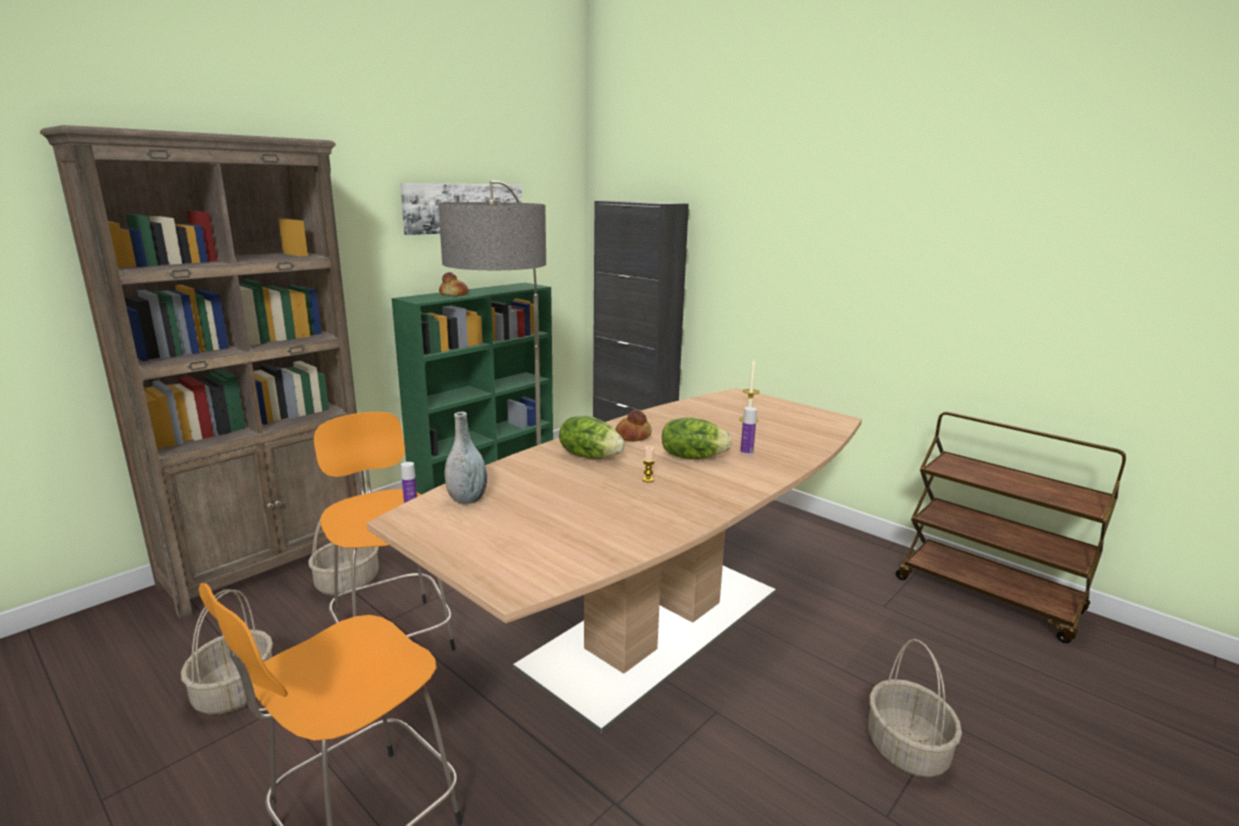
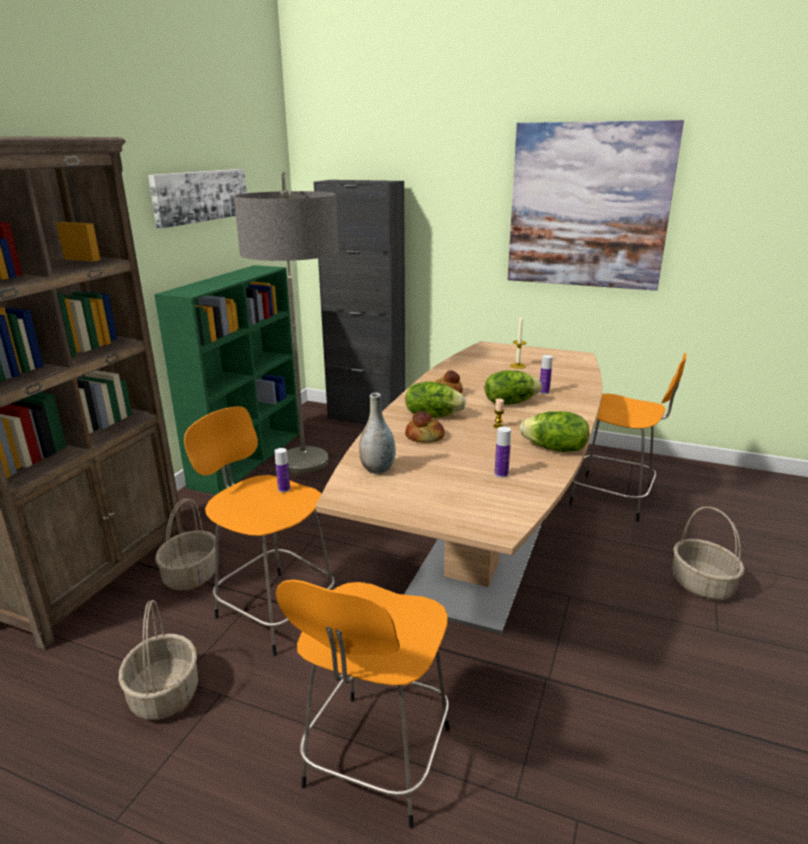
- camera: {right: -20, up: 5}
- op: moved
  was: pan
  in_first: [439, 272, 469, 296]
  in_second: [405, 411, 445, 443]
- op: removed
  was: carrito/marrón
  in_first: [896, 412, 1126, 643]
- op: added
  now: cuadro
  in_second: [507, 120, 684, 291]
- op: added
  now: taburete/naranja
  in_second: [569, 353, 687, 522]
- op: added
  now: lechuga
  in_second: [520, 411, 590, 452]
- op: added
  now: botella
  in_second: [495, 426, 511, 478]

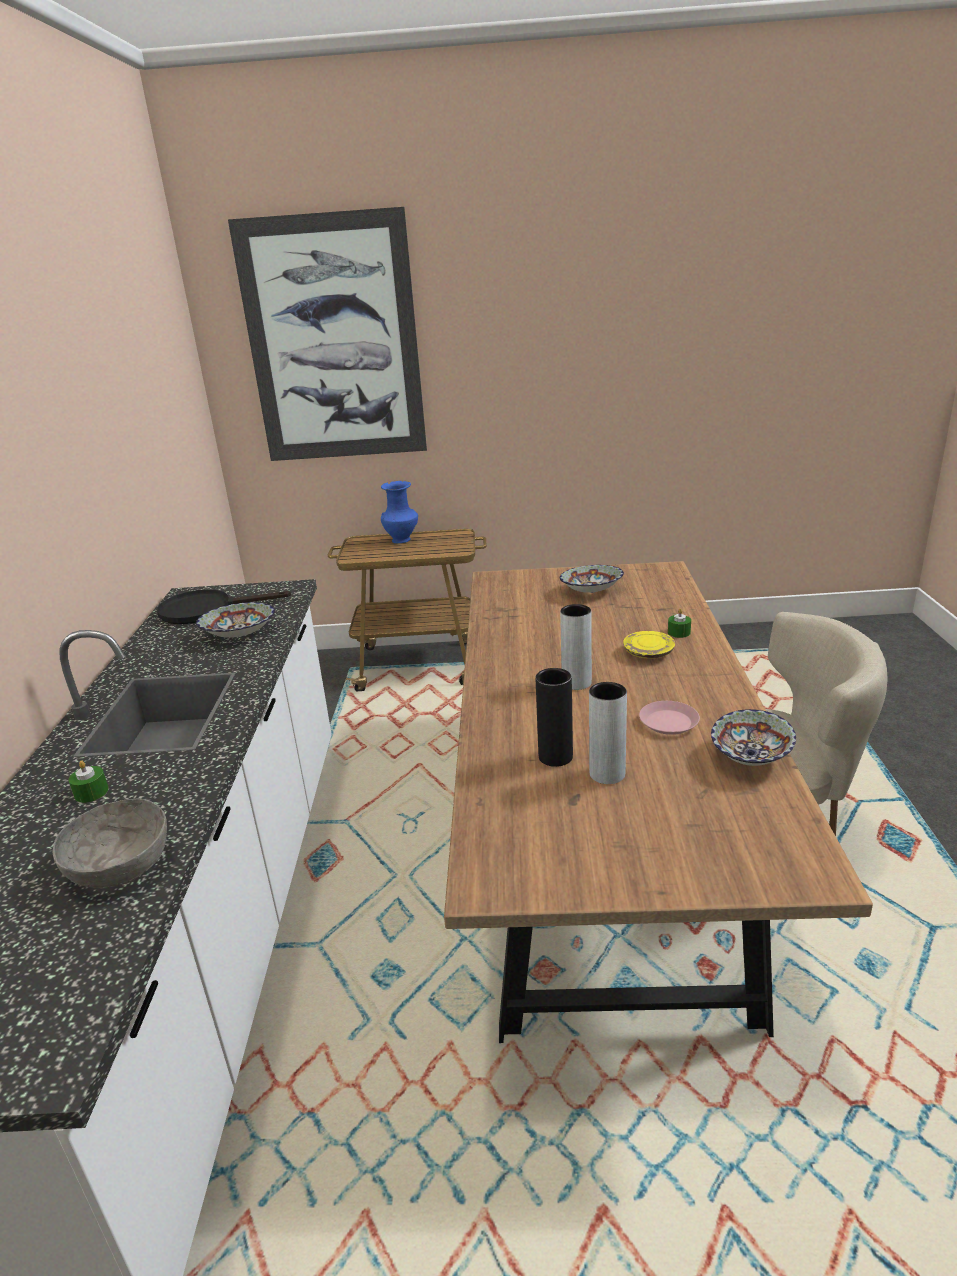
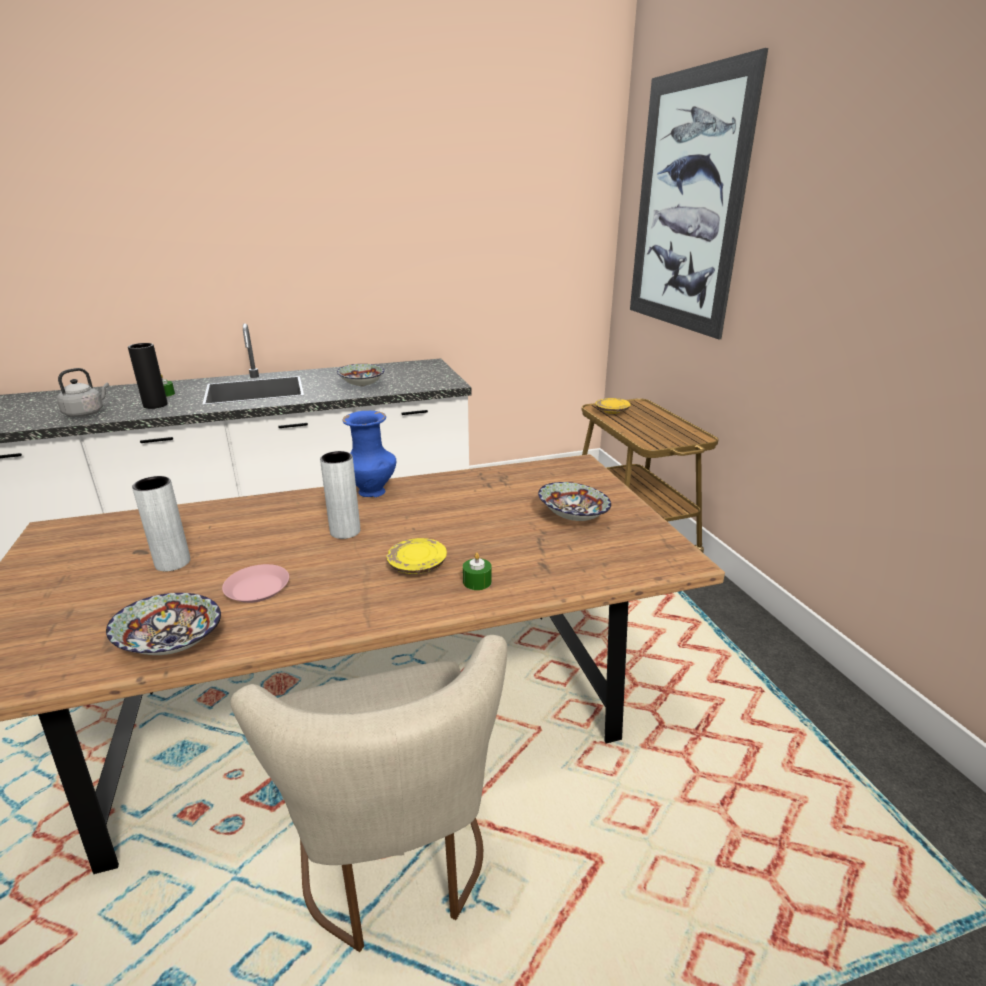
- camera: {right: 70, up: 0}
- op: moved
  was: florero/azul
  in_first: [381, 480, 418, 543]
  in_second: [342, 411, 396, 497]
- op: removed
  was: sartén/negro
  in_first: [157, 589, 291, 624]
- op: moved
  was: florero/negro
  in_first: [536, 668, 573, 767]
  in_second: [128, 343, 168, 409]
- op: replaced
  was: cuenco/gris
  now: hervidor/gris
  in_first: [52, 799, 167, 888]
  in_second: [57, 368, 109, 417]
- op: added
  now: plato/amarillo
  in_second: [595, 398, 631, 414]

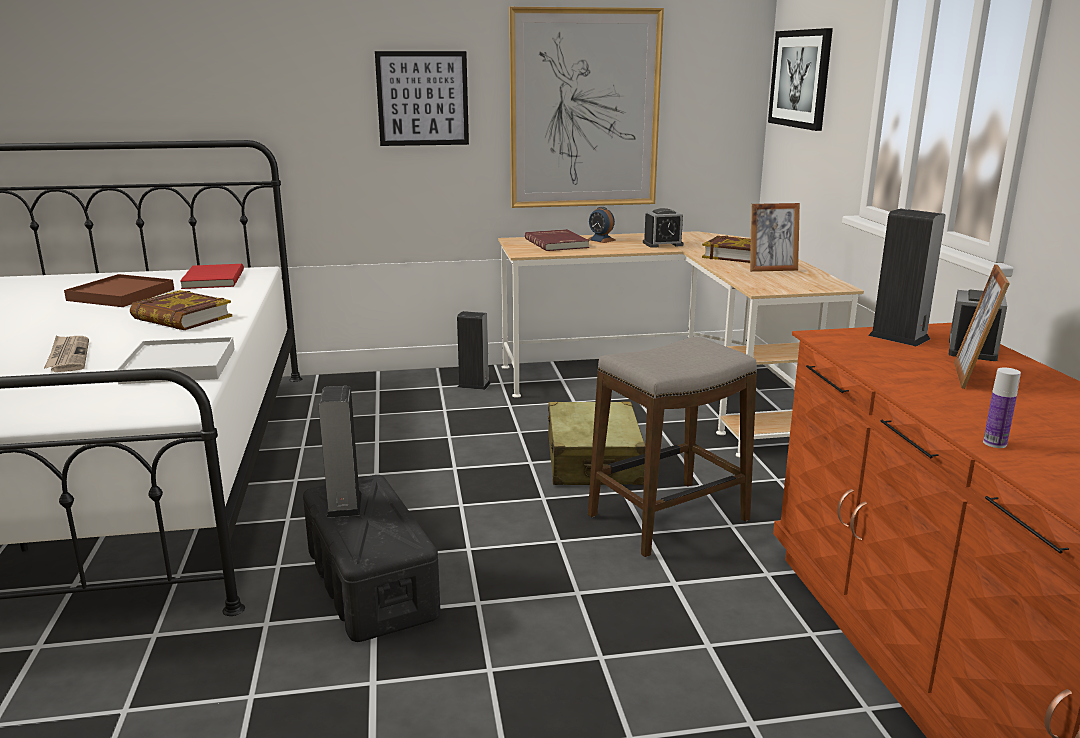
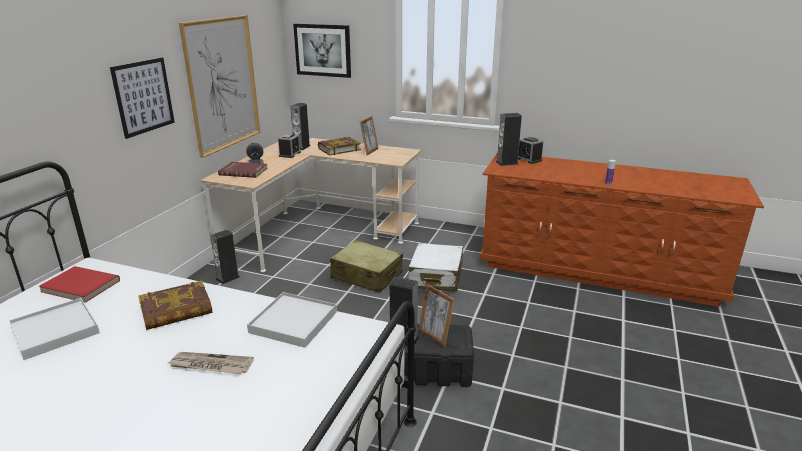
- camera: {right: -60, up: 5}
- op: moved
  was: portarretratos
  in_first: [954, 264, 1010, 389]
  in_second: [419, 284, 455, 347]
- op: recoloured
  was: bandeja/marrón
  now: bandeja/blanco
  in_first: [64, 274, 174, 307]
  in_second: [9, 298, 100, 360]
- op: replaced
  was: taburete
  now: maleta/blanco
  in_first: [588, 336, 757, 557]
  in_second: [408, 243, 463, 292]
- op: added
  now: altavoz
  in_second: [290, 103, 311, 150]

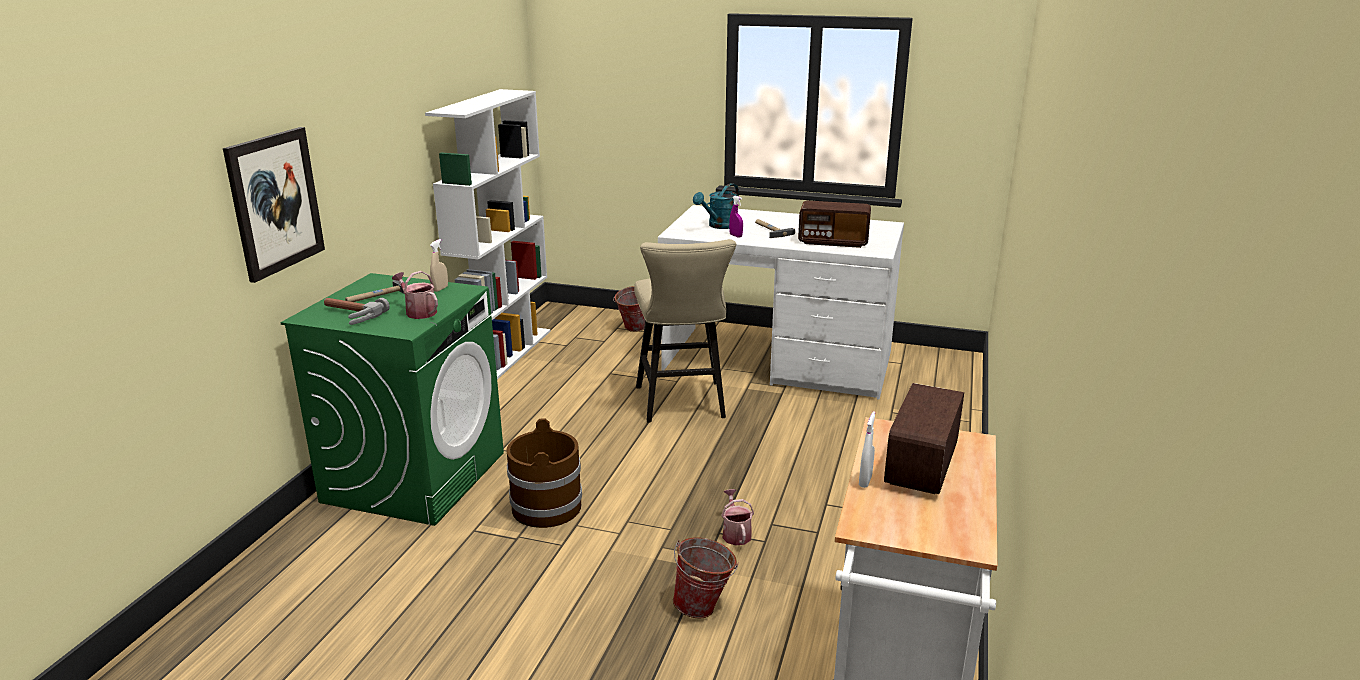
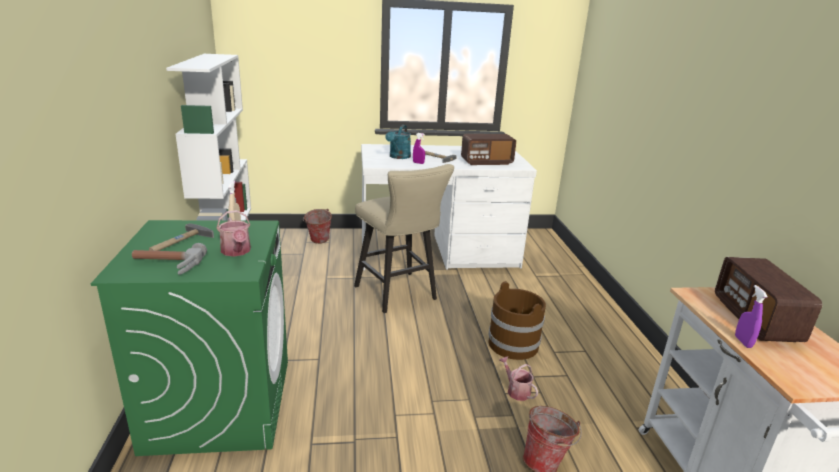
- camera: {right: -25, up: 0}
- op: removed
  was: cuadro
  in_first: [223, 127, 325, 283]
- op: turned
  was: regadera
  in_first: [392, 271, 438, 319]
  in_second: [216, 210, 251, 257]
  clockwise: -135
- op: recoloured
  was: pulverizador/blanco
  now: pulverizador/morado
  in_first: [859, 411, 875, 488]
  in_second: [735, 285, 767, 348]
- op: moved
  was: cubo/marrón
  in_first: [507, 418, 582, 528]
  in_second: [489, 281, 546, 360]

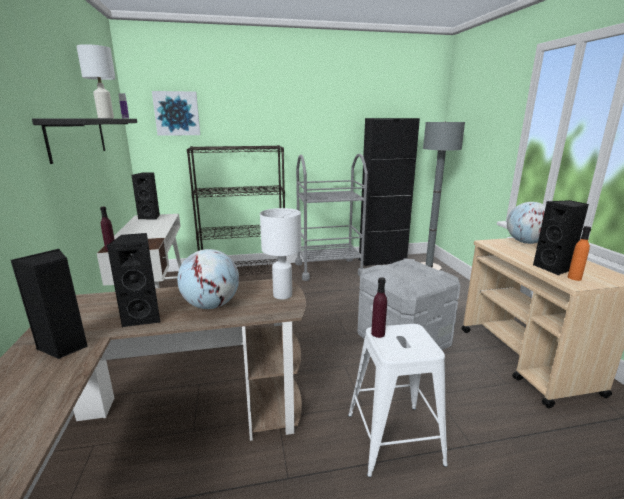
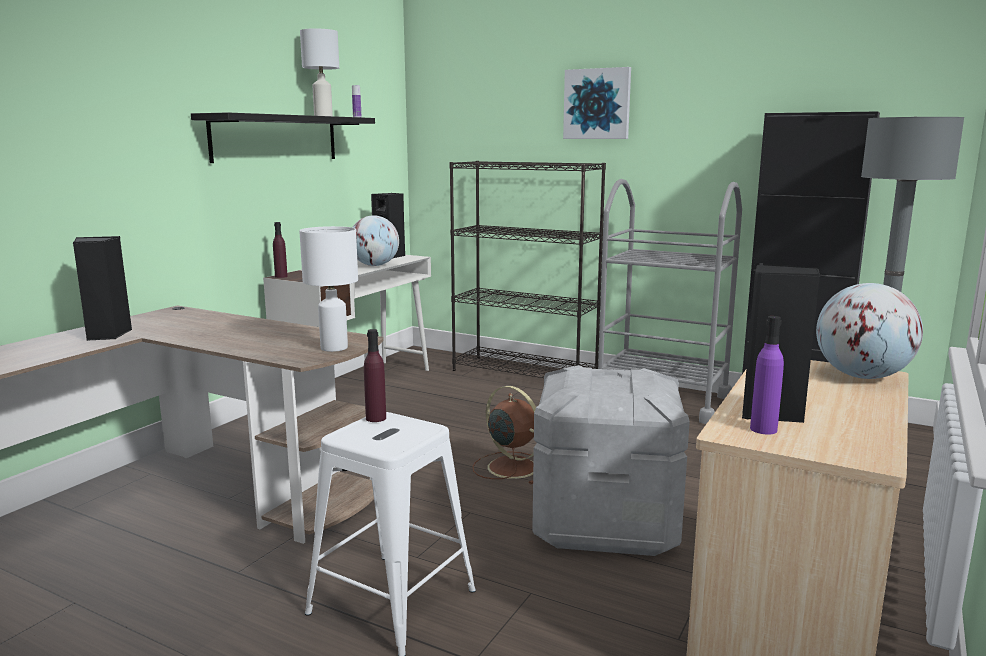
- camera: {right: 40, up: -5}
- op: moved
  was: cuadro
  in_first: [152, 91, 200, 136]
  in_second: [563, 67, 631, 139]
- op: recoloured
  was: botella/naranja
  now: botella/morado
  in_first: [568, 226, 591, 281]
  in_second: [750, 316, 784, 435]
- op: removed
  was: altavoz/negro
  in_first: [106, 233, 160, 327]
- op: moved
  was: globo terráqueo
  in_first: [177, 249, 239, 309]
  in_second: [352, 215, 399, 266]
- op: added
  now: ventilador/marrón
  in_second: [473, 386, 536, 484]

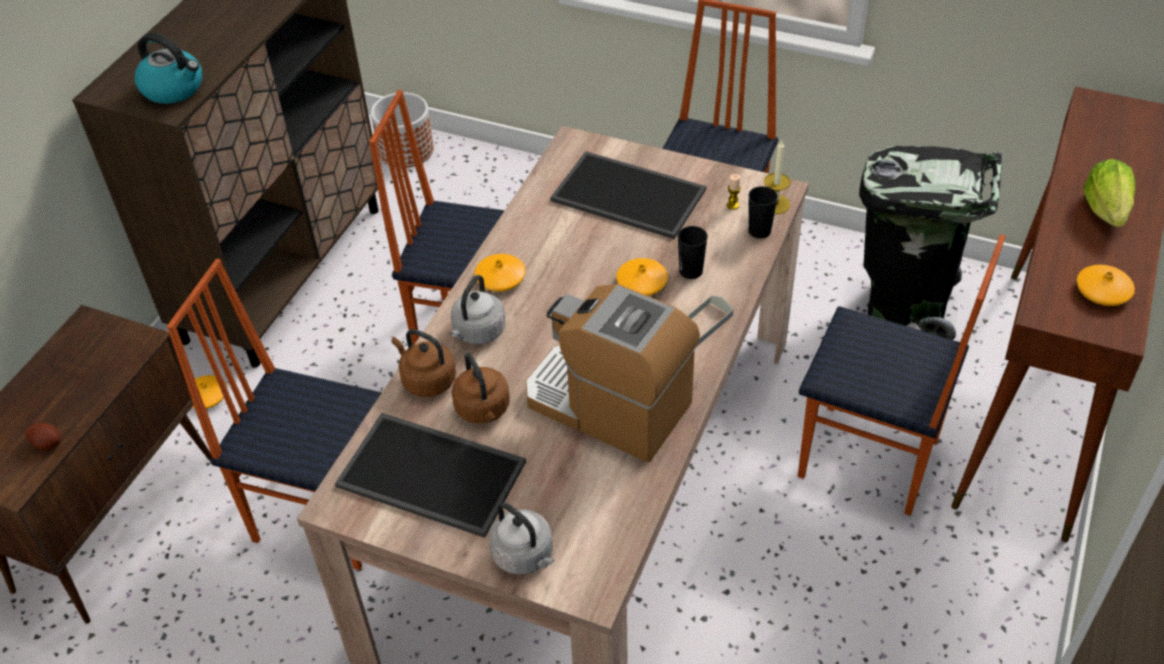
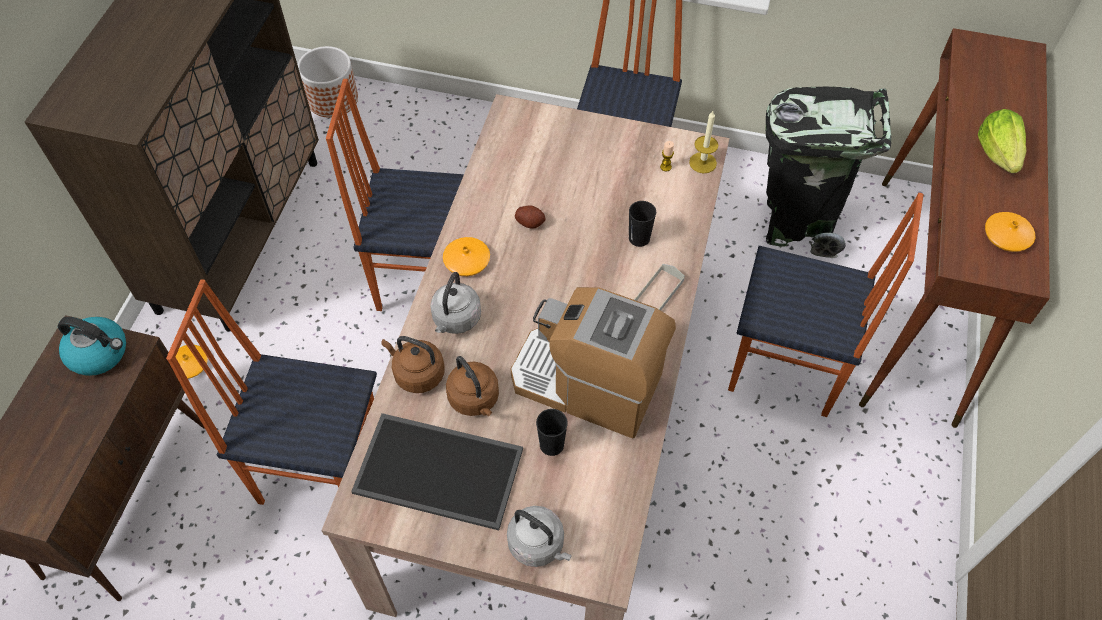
- camera: {right: -10, up: 10}
- op: moved
  was: hervidor
  in_first: [135, 33, 202, 104]
  in_second: [58, 317, 126, 376]
- op: removed
  was: bandeja
  in_first: [550, 151, 706, 239]
- op: moved
  was: taza/negro
  in_first: [748, 186, 778, 238]
  in_second: [536, 409, 568, 456]
- op: removed
  was: florero/naranja
  in_first: [616, 258, 668, 296]
- op: moved
  was: patata
  in_first: [26, 423, 61, 450]
  in_second: [515, 205, 545, 229]

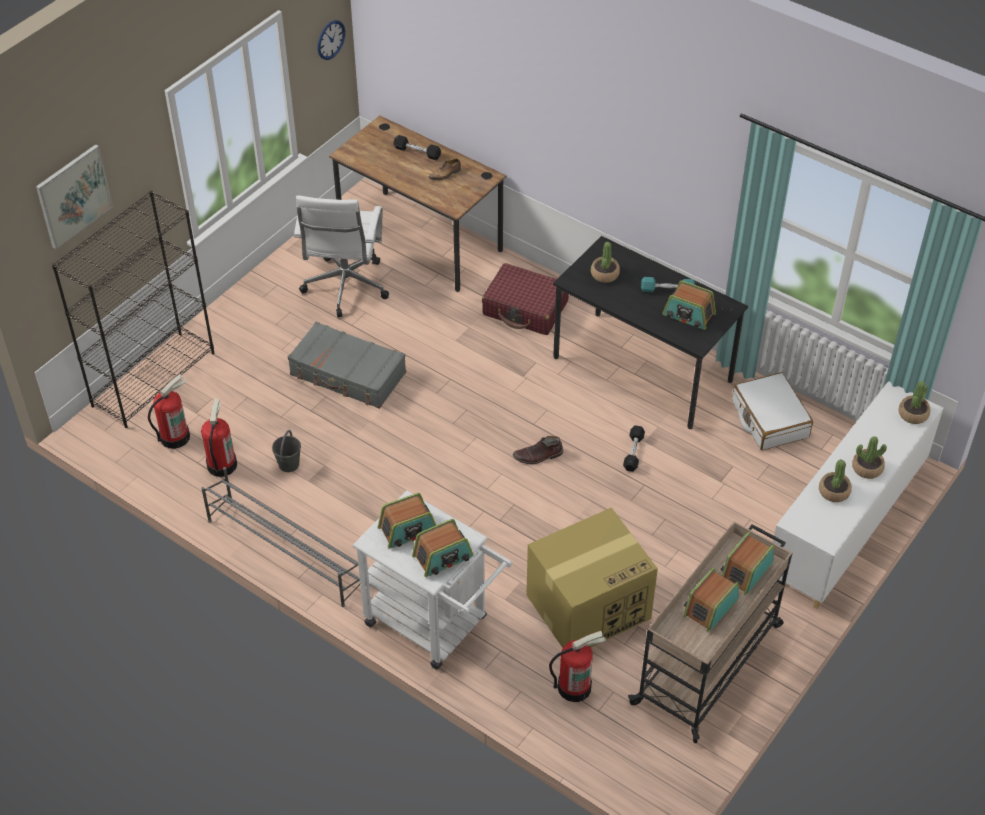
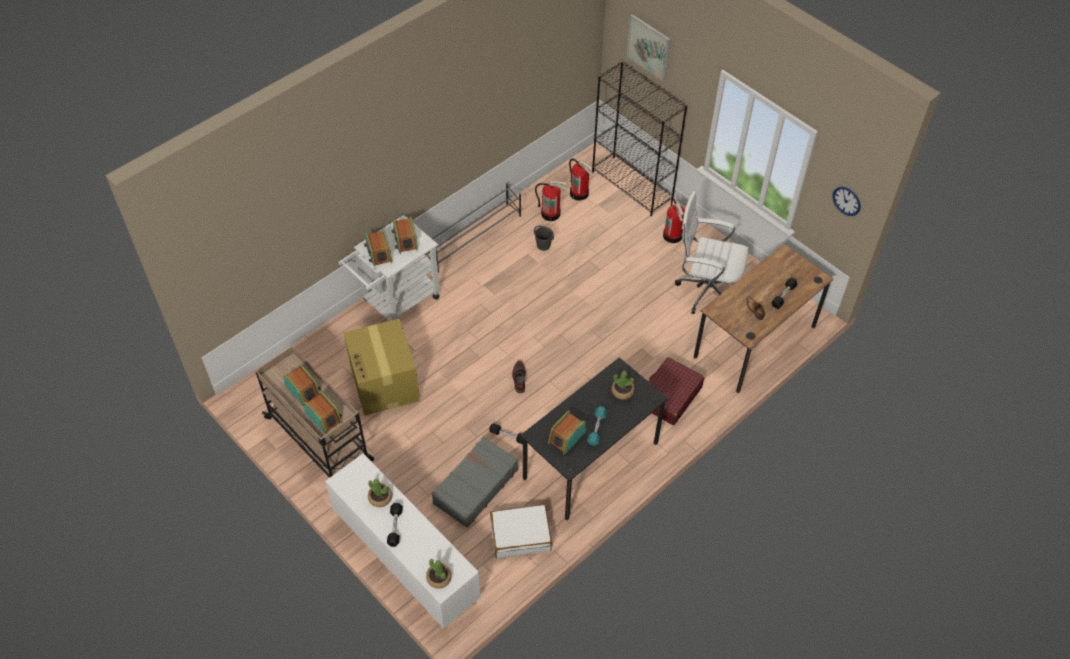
- camera: {right: 100, up: 5}
- op: moved
  was: maleta/gris
  in_first: [288, 322, 406, 409]
  in_second: [432, 436, 518, 528]
- op: replaced
  was: planta en maceta
  now: mancuerna/negro
  in_first: [852, 436, 887, 479]
  in_second: [387, 503, 403, 547]
- op: moved
  was: extintor
  in_first: [549, 631, 607, 702]
  in_second: [663, 199, 685, 243]

